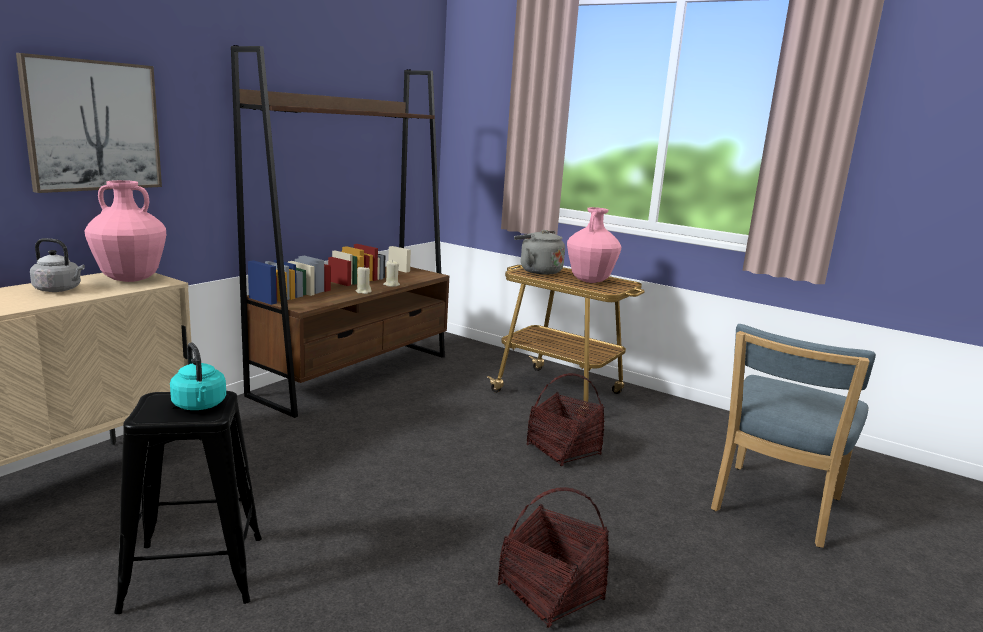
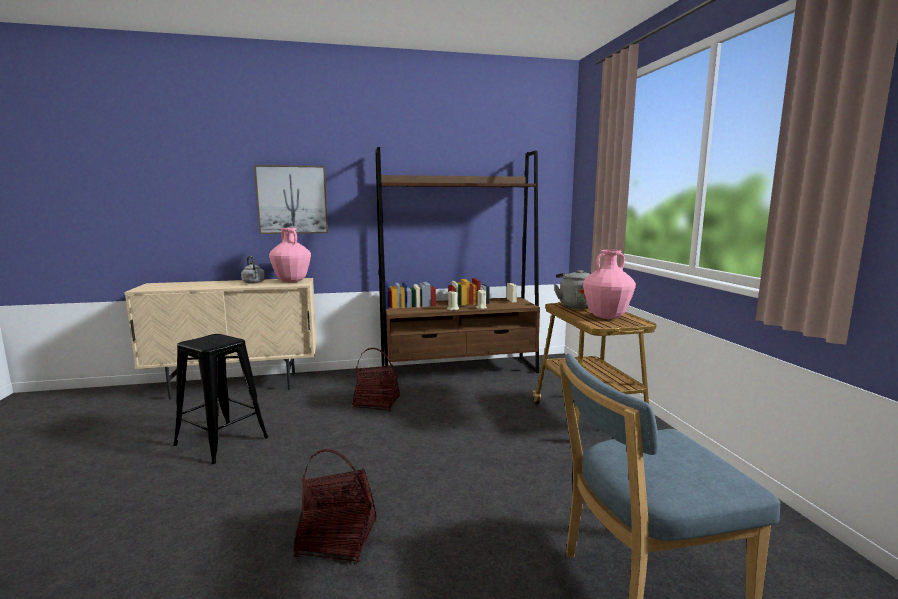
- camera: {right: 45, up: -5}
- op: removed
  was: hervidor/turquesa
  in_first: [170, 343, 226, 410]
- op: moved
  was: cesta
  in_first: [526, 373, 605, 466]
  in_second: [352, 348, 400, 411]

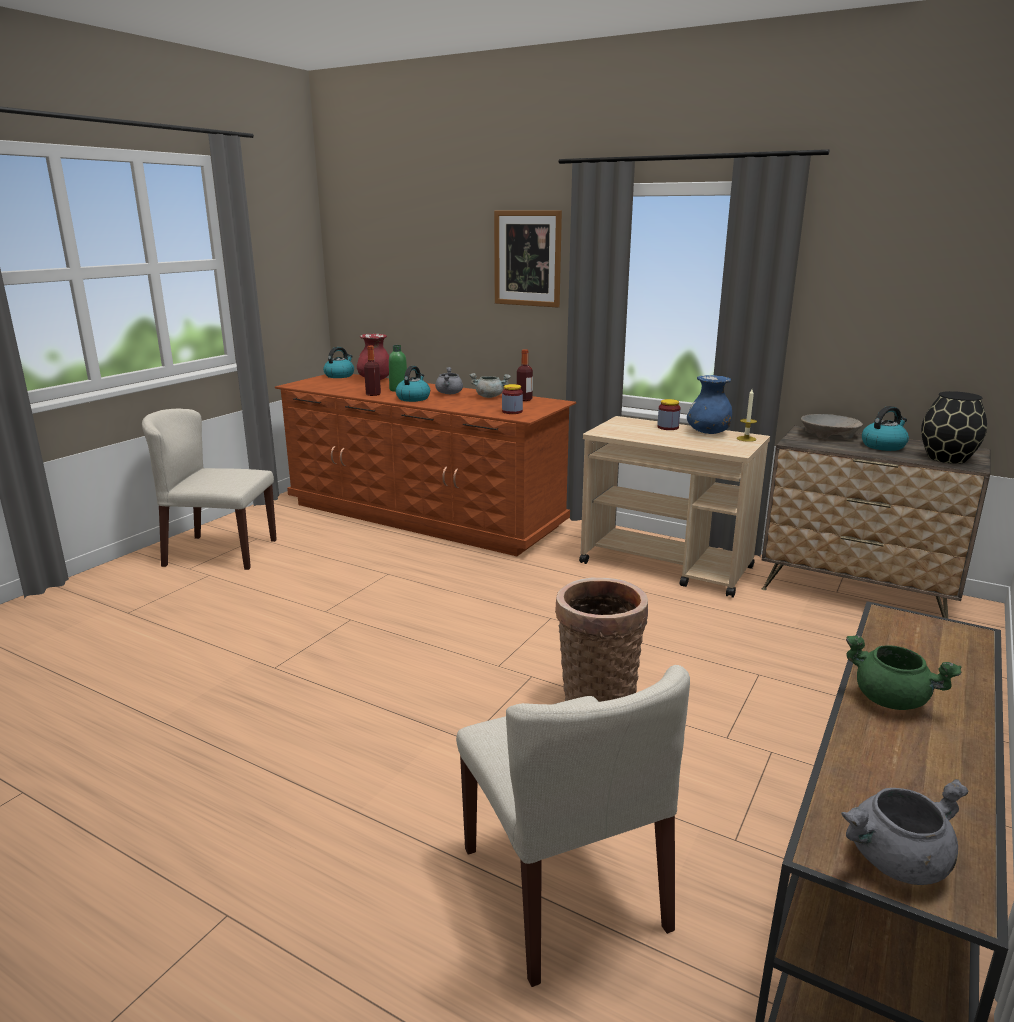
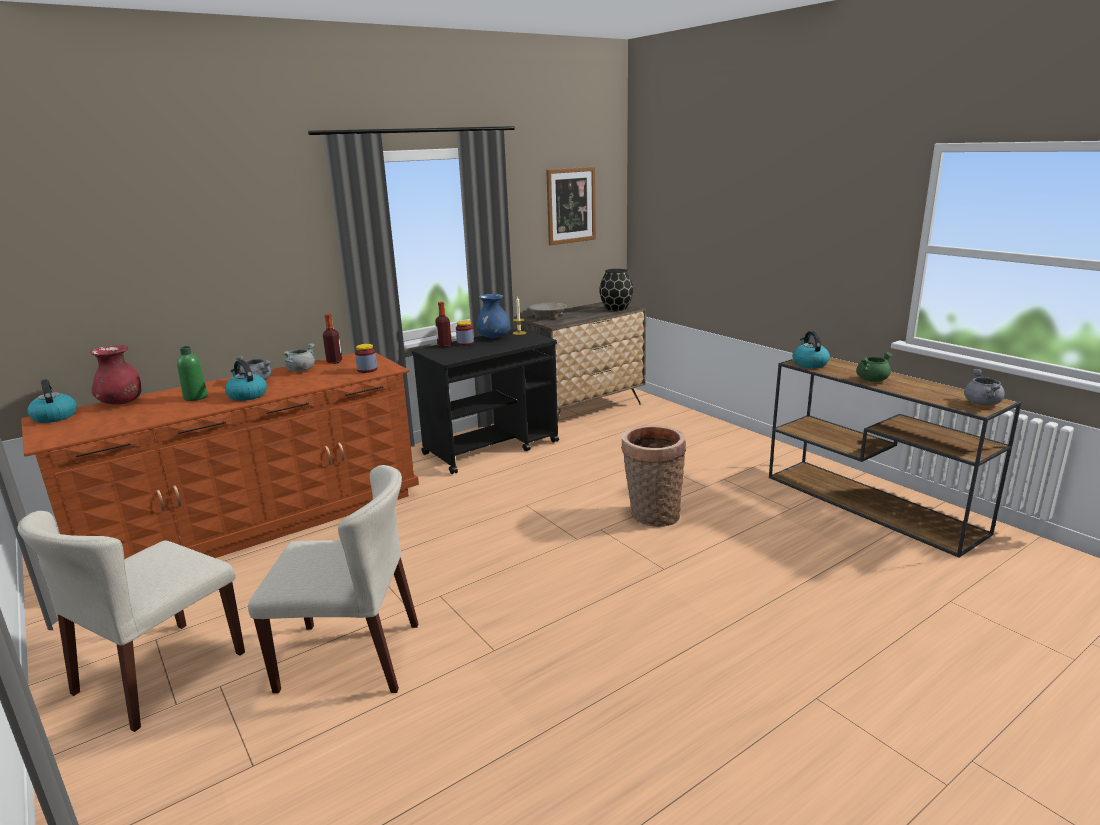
- camera: {right: -65, up: 0}
- op: moved
  was: cuadro
  in_first: [494, 210, 562, 308]
  in_second: [546, 167, 596, 245]
- op: moved
  was: botella
  in_first: [364, 346, 381, 396]
  in_second: [435, 302, 452, 347]
- op: moved
  was: hervidor
  in_first: [862, 406, 909, 451]
  in_second: [793, 331, 830, 368]
- op: recoloured
  was: carrito/beis
  now: carrito/negro
  in_first: [579, 416, 770, 598]
  in_second: [411, 328, 559, 474]
- op: moved
  was: silla/beis
  in_first: [456, 665, 690, 987]
  in_second: [248, 465, 418, 693]

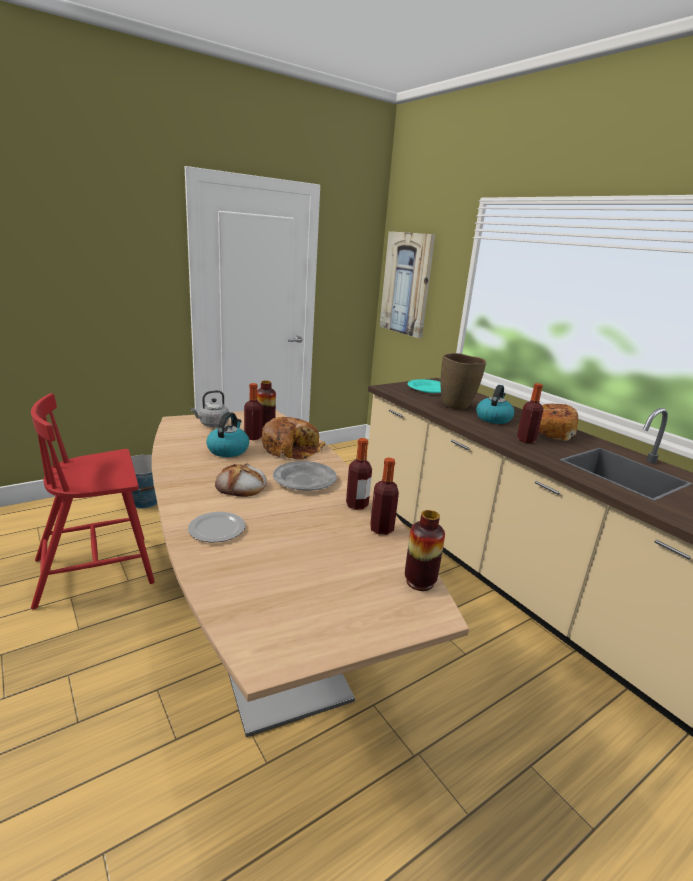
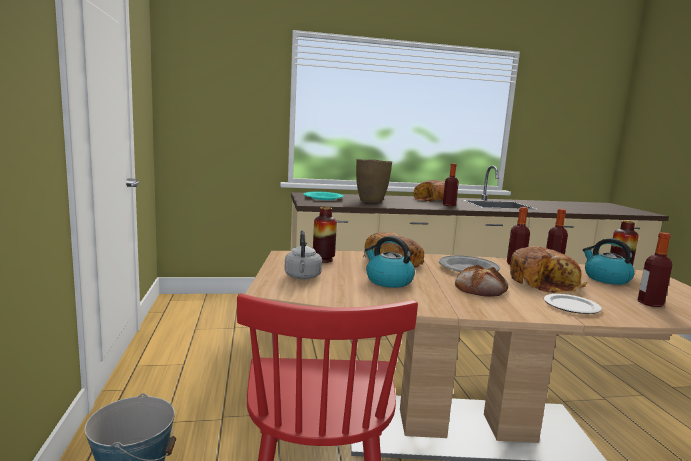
- camera: {right: -65, up: -10}
- op: removed
  was: cuadro
  in_first: [379, 231, 435, 338]
- op: moved
  was: botella
  in_first: [244, 383, 263, 440]
  in_second: [638, 232, 673, 307]
- op: moved
  was: hervidor
  in_first: [476, 385, 514, 424]
  in_second: [583, 238, 635, 285]
- op: added
  now: pan
  in_second: [510, 246, 587, 293]

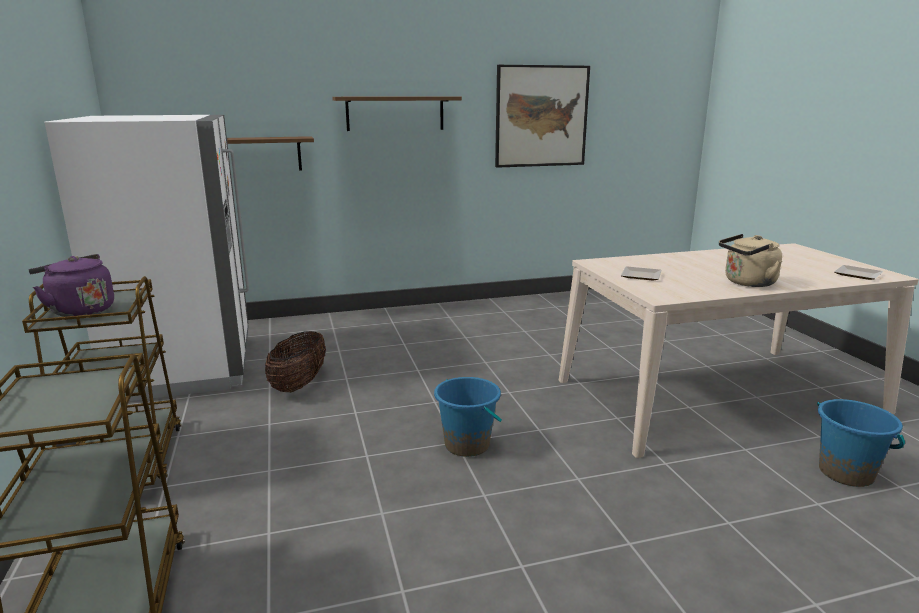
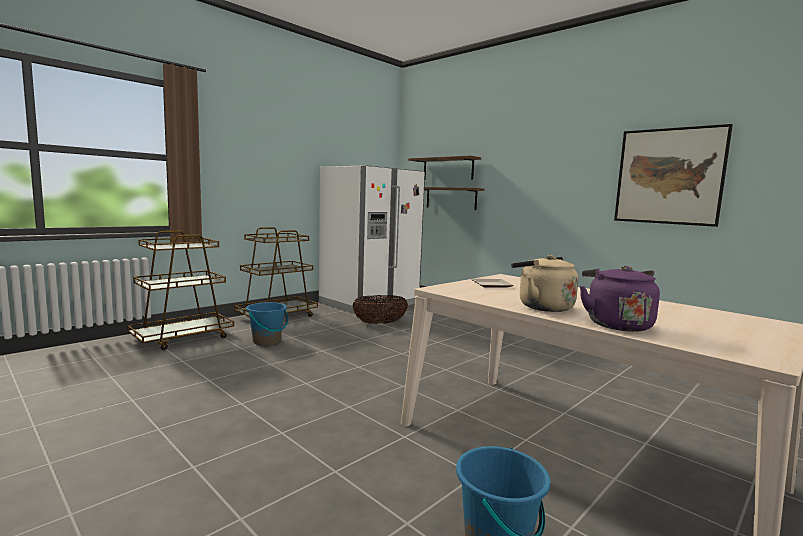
- camera: {right: 60, up: -10}
- op: moved
  was: estante
  in_first: [332, 96, 462, 131]
  in_second: [408, 156, 481, 180]
- op: moved
  was: hervidor/morado
  in_first: [28, 254, 114, 317]
  in_second: [580, 266, 660, 332]
- op: removed
  was: plato
  in_first: [834, 265, 883, 280]
- op: moved
  was: cubo/azul
  in_first: [434, 377, 502, 457]
  in_second: [246, 302, 288, 346]

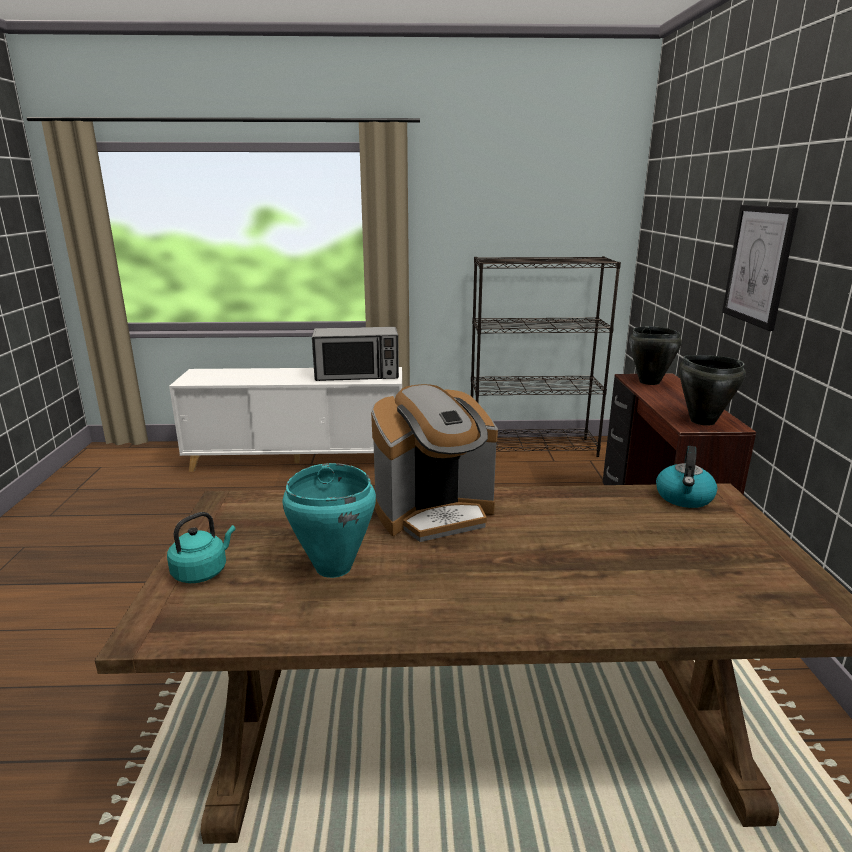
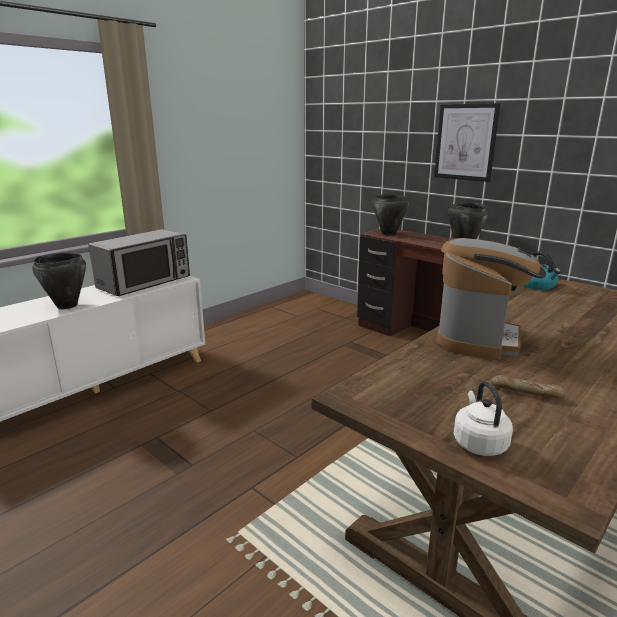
- camera: {right: -45, up: 0}
- op: removed
  was: estantería/negro
  in_first: [471, 256, 621, 457]
- op: replaced
  was: olla/turquesa
  now: pan
  in_first: [282, 463, 376, 578]
  in_second: [491, 375, 566, 398]
- op: recoloured
  was: hervidor/turquesa
  now: hervidor/blanco
  in_first: [167, 512, 235, 583]
  in_second: [453, 381, 513, 456]
- op: added
  now: olla/negro
  in_second: [32, 253, 86, 309]

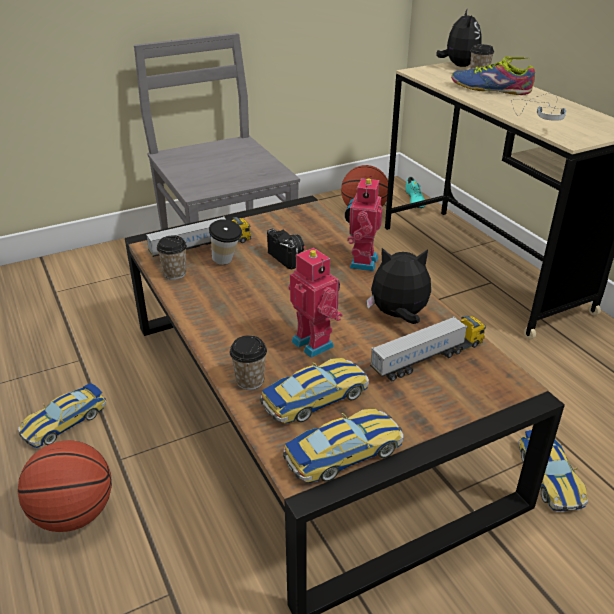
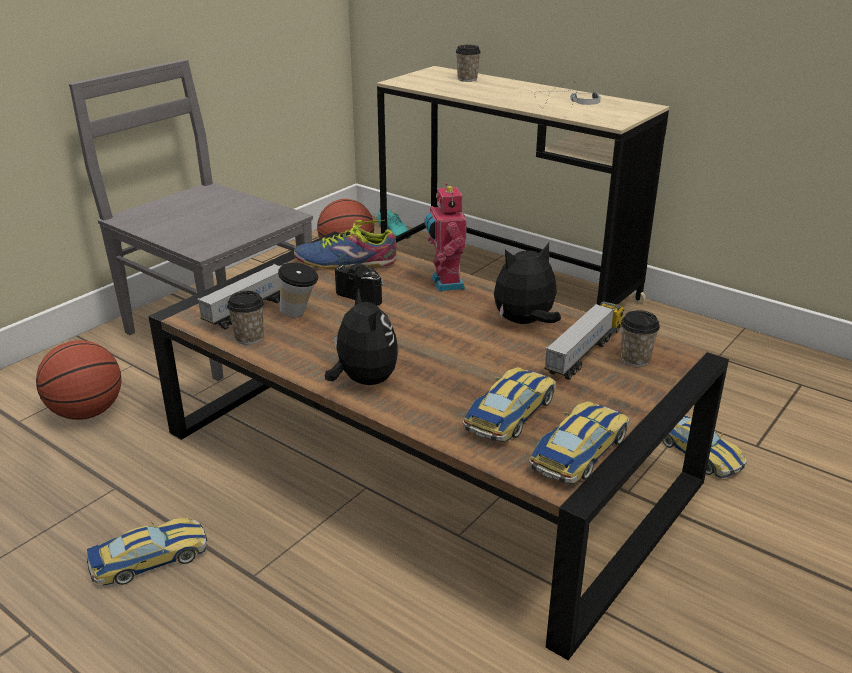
- camera: {right: -25, up: -5}
- op: moved
  was: peluche
  in_first: [436, 10, 482, 67]
  in_second: [325, 288, 398, 385]
- op: moved
  was: zapato
  in_first: [451, 56, 535, 95]
  in_second: [294, 220, 397, 269]
- op: removed
  was: robot de juguete
  in_first: [288, 246, 343, 358]
- op: moved
  was: taza
  in_first: [230, 335, 267, 390]
  in_second: [621, 310, 660, 367]
- op: turned
  was: coche de juguete
  in_first: [18, 383, 106, 448]
  in_second: [87, 518, 207, 585]
  clockwise: -135
- op: moved
  was: balón de baloncesto
  in_first: [18, 440, 112, 532]
  in_second: [36, 340, 121, 420]

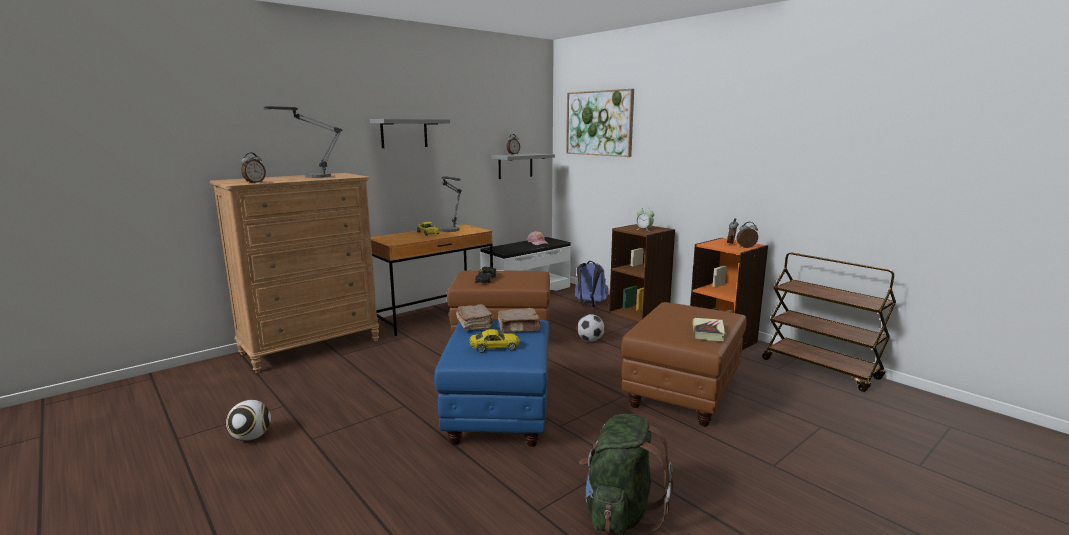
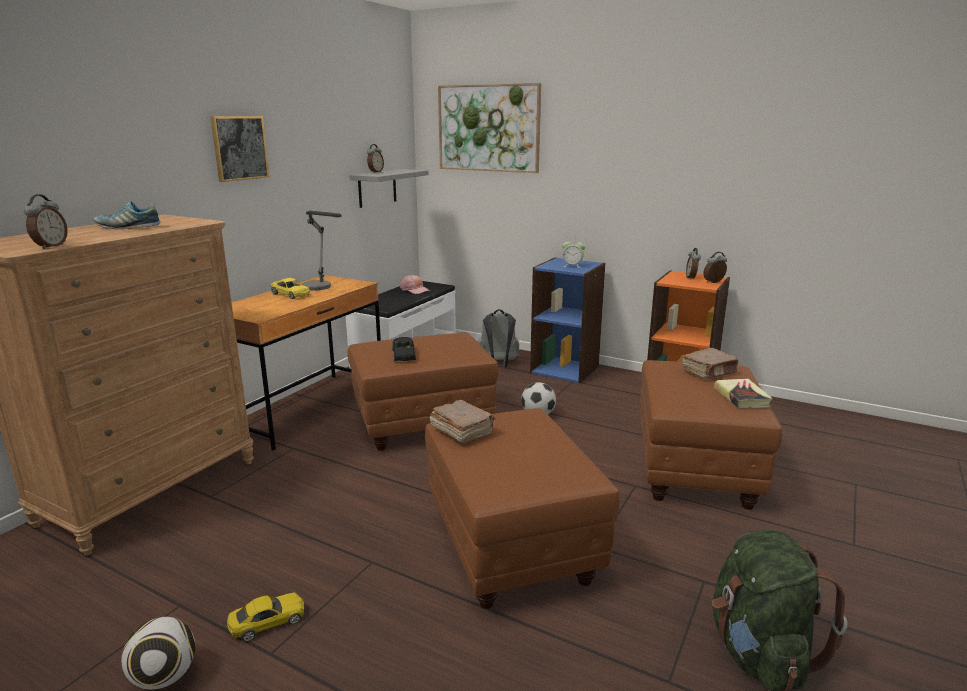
- camera: {right: -20, up: 5}
- op: replaced
  was: lámpara de mesa
  now: zapato
  in_first: [264, 106, 343, 178]
  in_second: [94, 201, 161, 229]
- op: replaced
  was: estante/gris
  now: cuadro
  in_first: [370, 119, 450, 148]
  in_second: [210, 116, 270, 182]
- op: recoloured
  was: estantería/marrón
  now: estantería/azul
  in_first: [609, 224, 675, 323]
  in_second: [530, 257, 605, 383]
- op: removed
  was: carrito/marrón
  in_first: [762, 253, 896, 392]
- op: recoloured
  was: mochila/azul
  now: mochila/gris
  in_first: [575, 261, 608, 307]
  in_second: [478, 309, 519, 367]
- op: moved
  was: libro/marrón
  in_first: [498, 308, 541, 333]
  in_second: [682, 348, 738, 379]
- op: recoloured
  was: puf/azul
  now: puf/marrón
  in_first: [434, 319, 549, 447]
  in_second: [425, 408, 620, 609]
- op: moved
  was: coche de juguete/amarillo
  in_first: [469, 329, 520, 353]
  in_second: [227, 592, 304, 642]

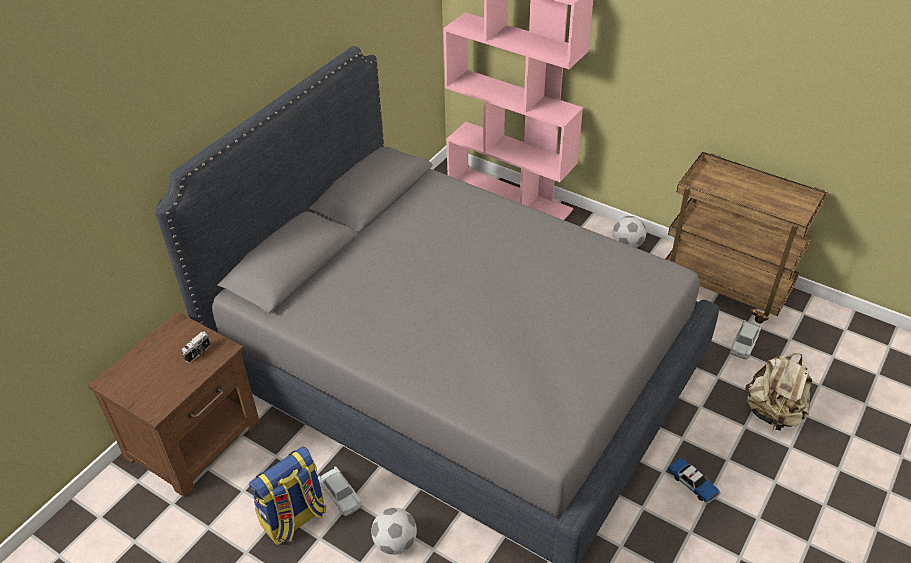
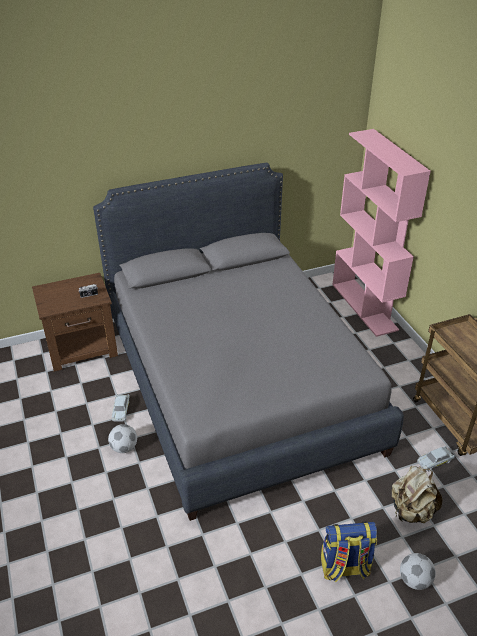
- camera: {right: 35, up: -5}
- op: moved
  was: balón de fútbol
  in_first: [613, 216, 646, 248]
  in_second: [400, 553, 436, 590]
- op: moved
  was: mochila
  in_first: [249, 447, 326, 545]
  in_second: [321, 521, 377, 582]
- op: removed
  was: coche de juguete
  in_first: [667, 457, 720, 504]

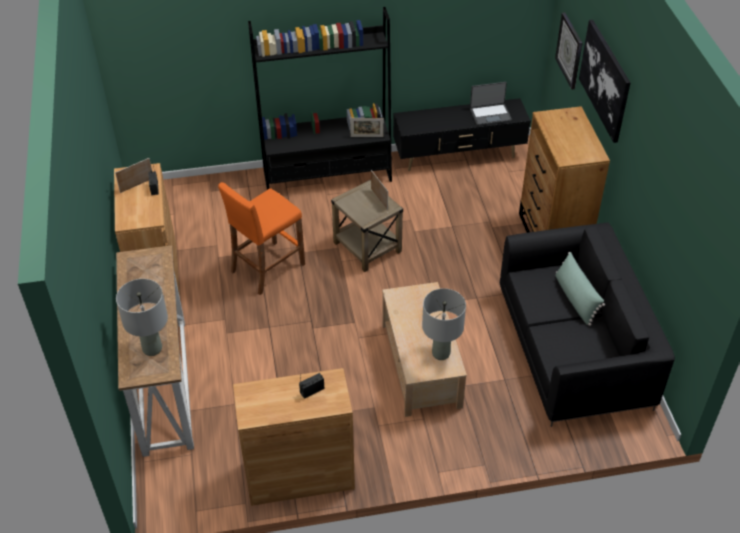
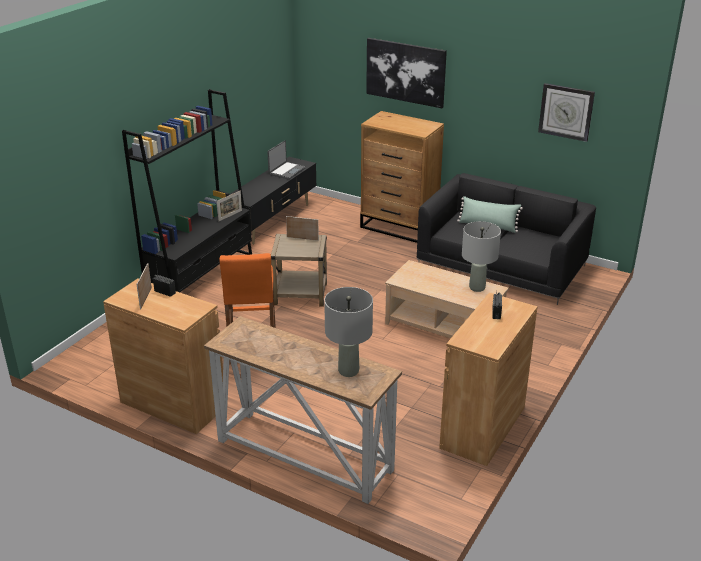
- camera: {right: -50, up: -15}
- op: moved
  was: reloj de pared
  in_first: [555, 12, 582, 90]
  in_second: [538, 83, 595, 142]

